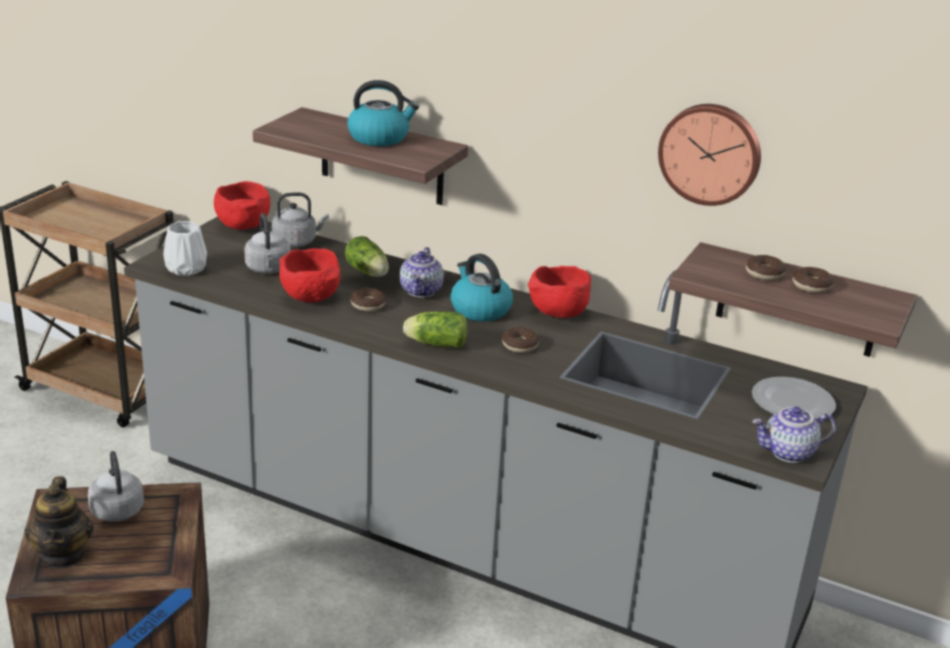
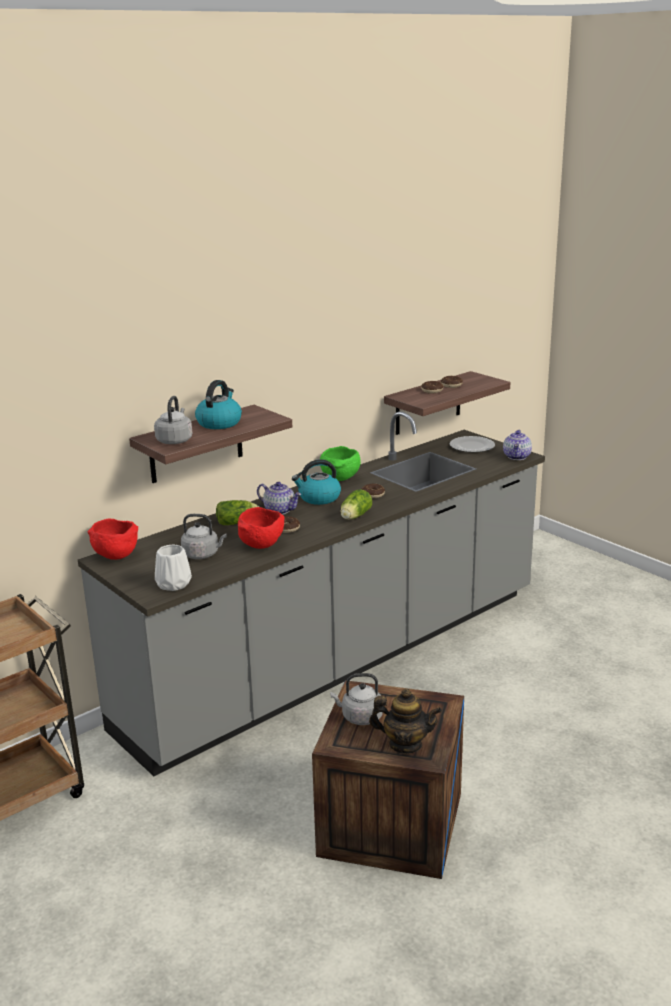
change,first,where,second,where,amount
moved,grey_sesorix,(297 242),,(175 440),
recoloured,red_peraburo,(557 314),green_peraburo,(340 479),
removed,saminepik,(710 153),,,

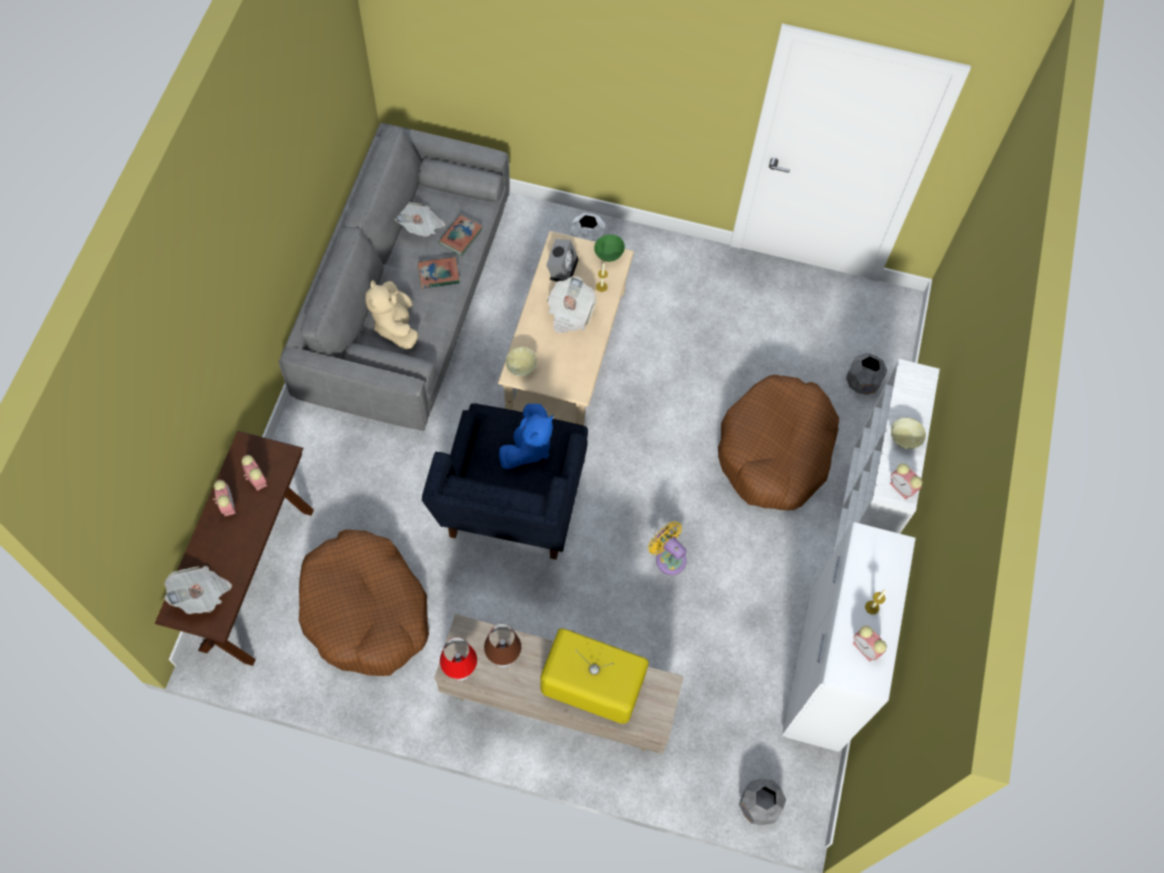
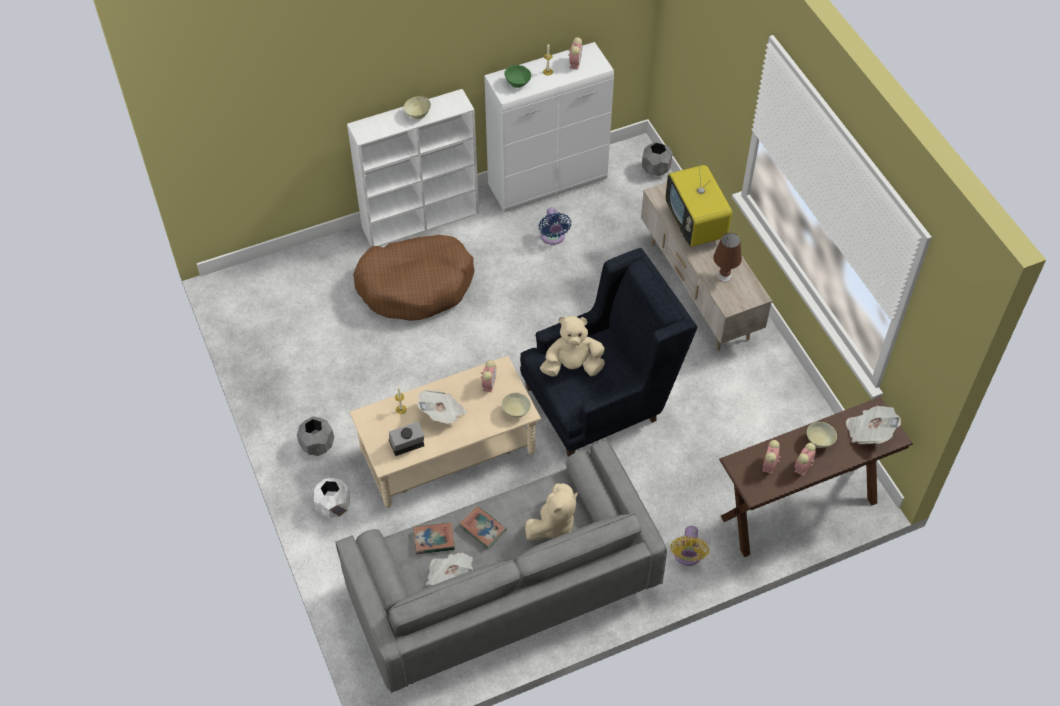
change,first,where,second,where,amount
removed,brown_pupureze,(365 610),,,
removed,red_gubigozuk,(460 671),,,
recoloured,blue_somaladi,(528 447),beige_somaladi,(572 366),
moved,green_peraburo,(608 255),,(518 83),
moved,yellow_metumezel,(668 557),,(687 556),
moved,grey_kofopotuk,(862 383),,(317 445),
moved,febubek,(902 488),,(489 383),
added,,,blue_metumezel,(553 238),
added,,,beige_peraburo,(819 441),

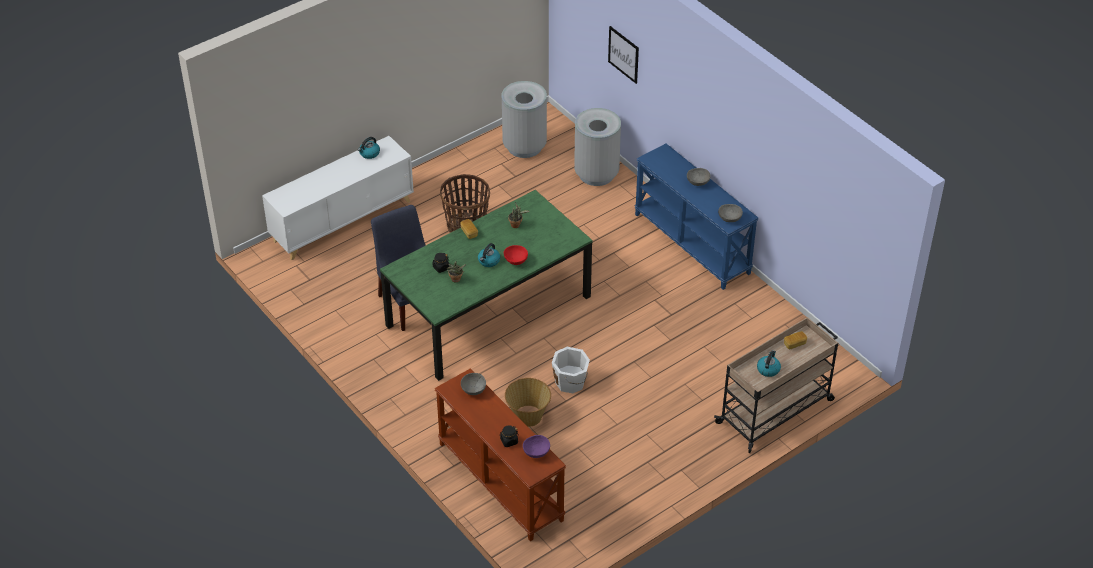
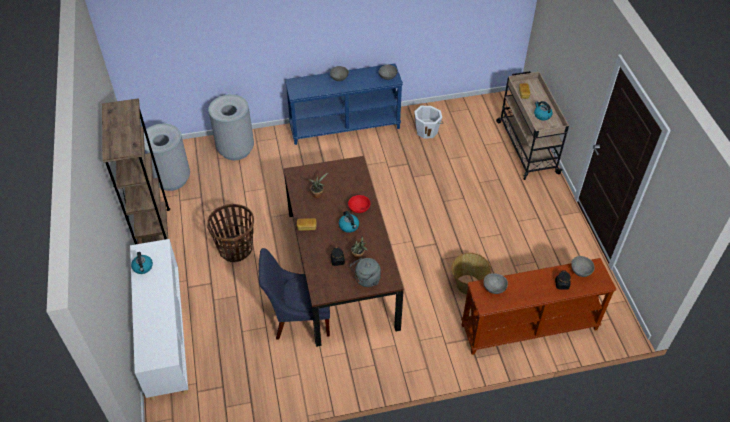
change,first,where,second,where,amount
recoloured,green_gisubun,(489 310),brown_gisubun,(341 268),
recoloured,purple_peraburo,(536 452),grey_peraburo,(580 271),
moved,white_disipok,(570 382),,(427 131),
removed,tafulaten,(623 54),,,
added,,,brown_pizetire,(156 236),
added,,,grey_sesorix,(366 280),

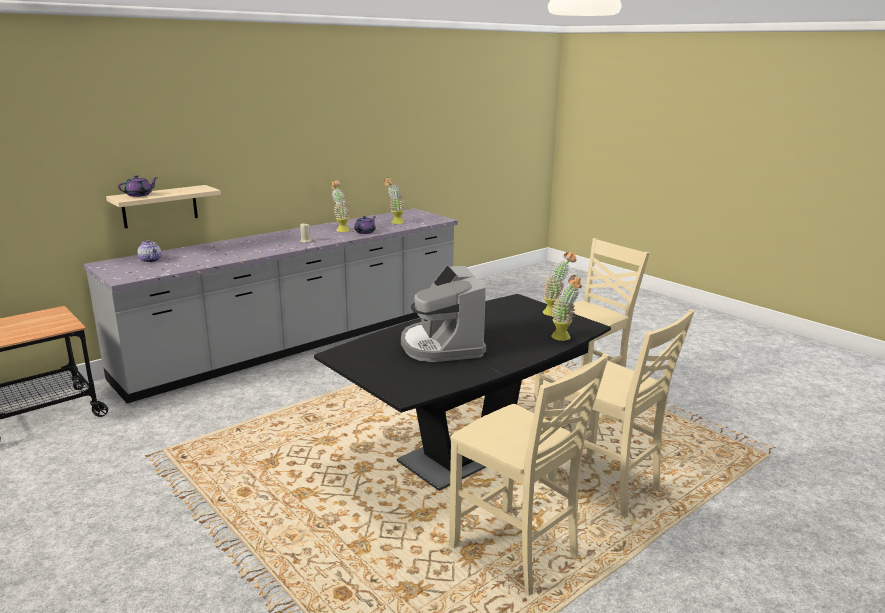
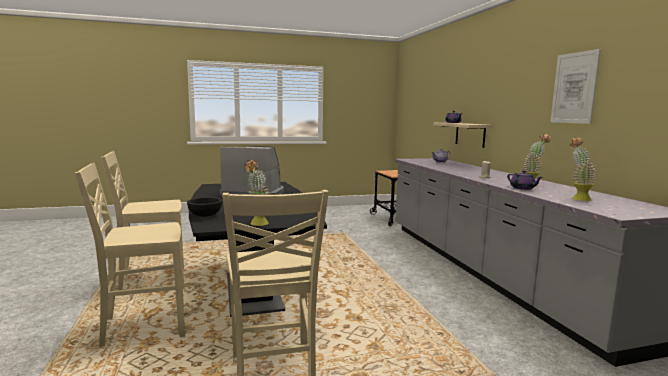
change,first,where,second,where,amount
replaced,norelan,(564 338),black_peraburo,(205 215),
added,,,tafulaten,(574 88),

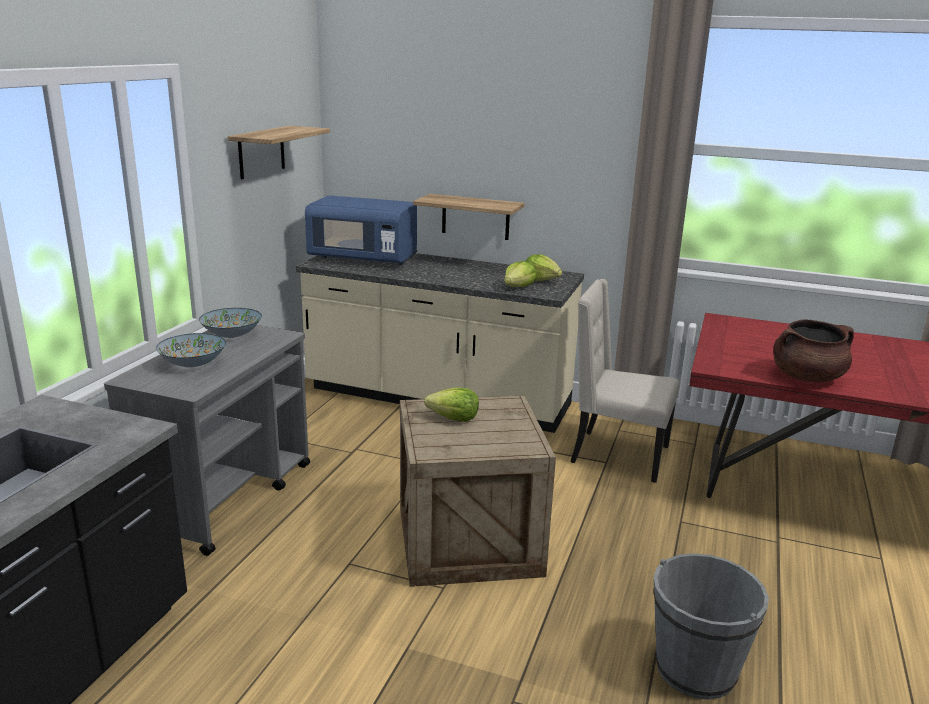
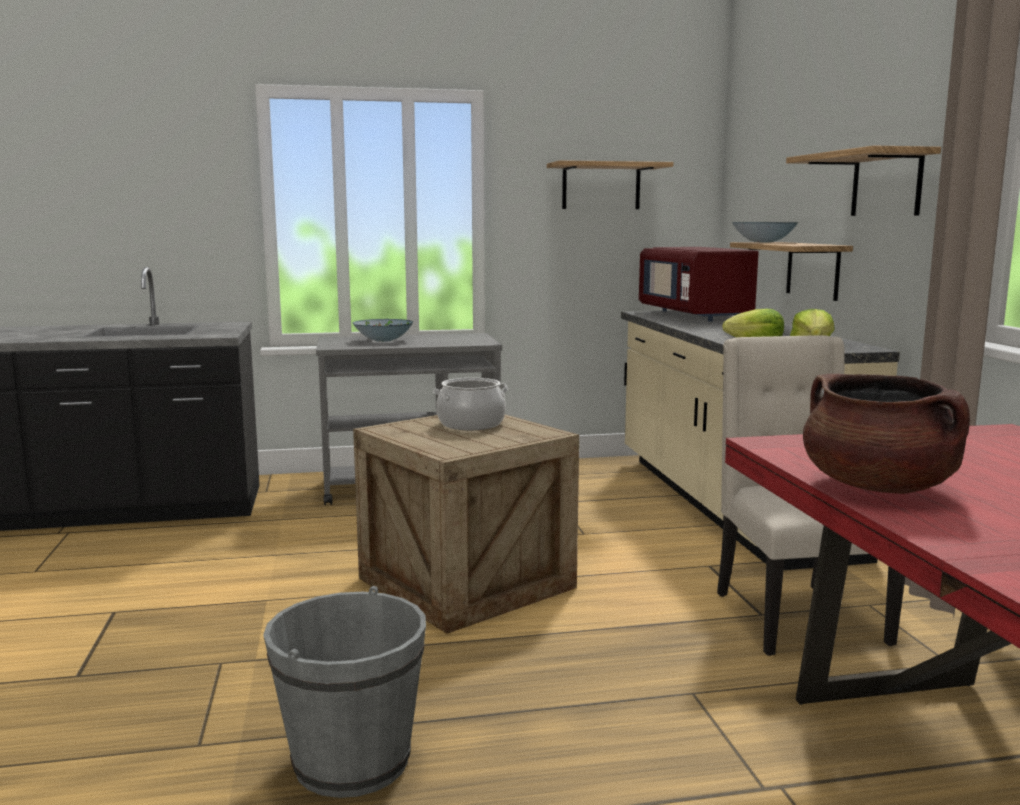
change,first,where,second,where,amount
moved,peraburo,(232 334),,(763 242),
recoloured,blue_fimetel,(363 258),red_fimetel,(695 315),
replaced,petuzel,(454 418),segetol,(471 424),
added,,,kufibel,(886 184),

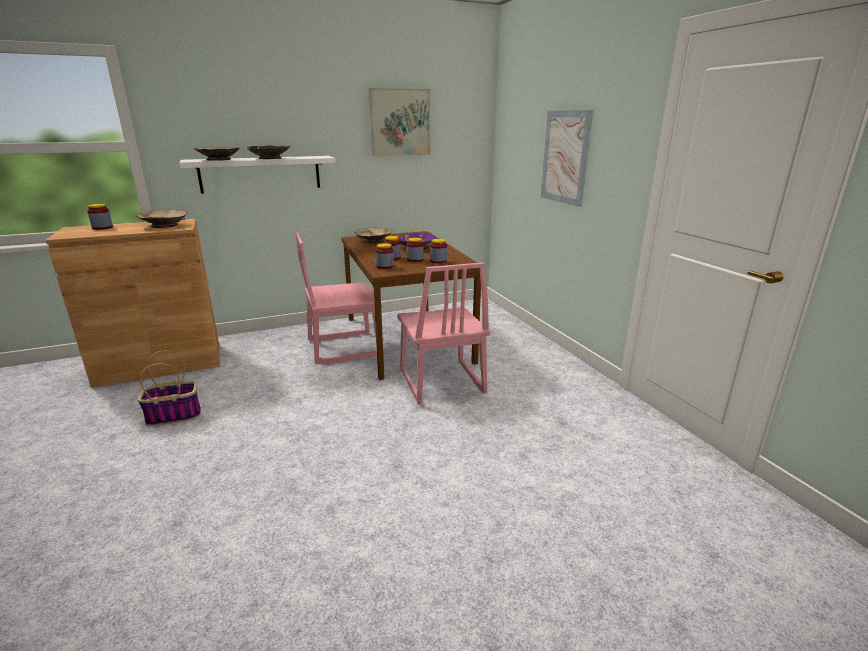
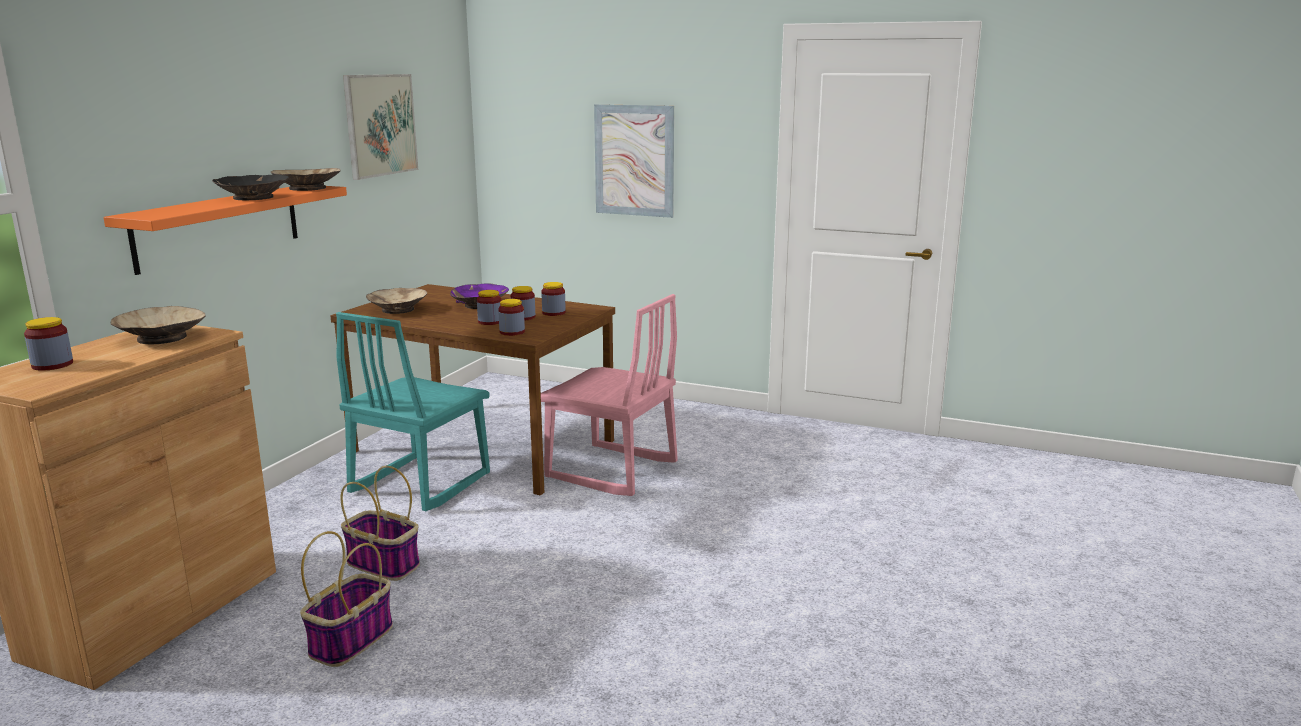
change,first,where,second,where,amount
recoloured,white_kufibel,(260 174),orange_kufibel,(219 226),
moved,beige_peraburo,(219 159),,(308 188),
recoloured,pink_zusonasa,(343 348),turquoise_zusonasa,(419 483),
added,,,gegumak,(384 564),

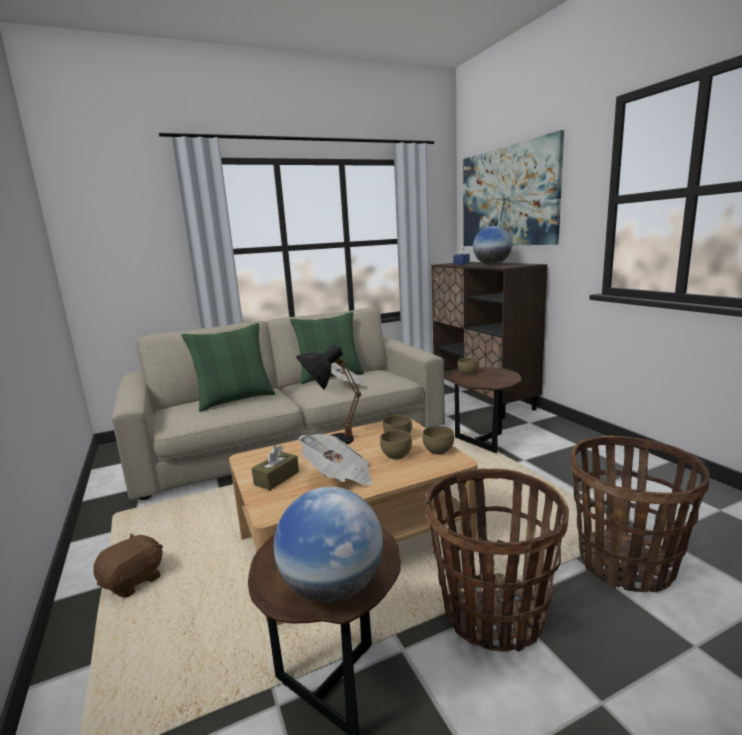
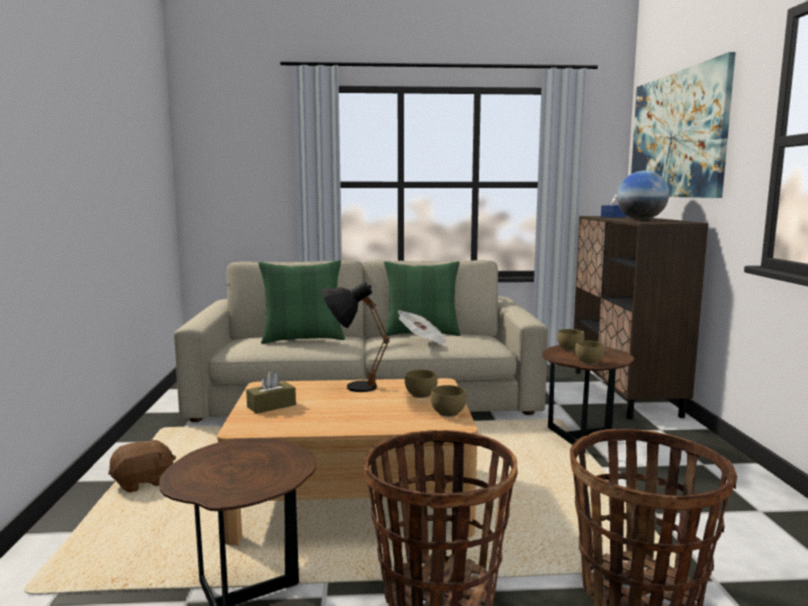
change,first,where,second,where,amount
removed,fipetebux,(333 587),,,
removed,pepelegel,(339 477),,,
moved,brown_peraburo,(396 456),,(589 362),

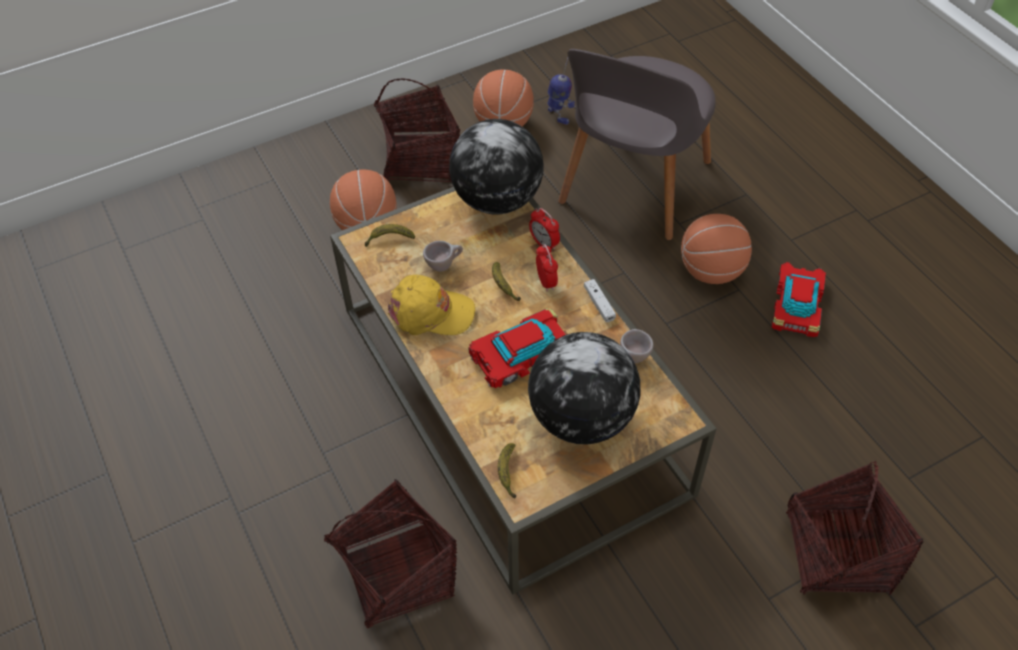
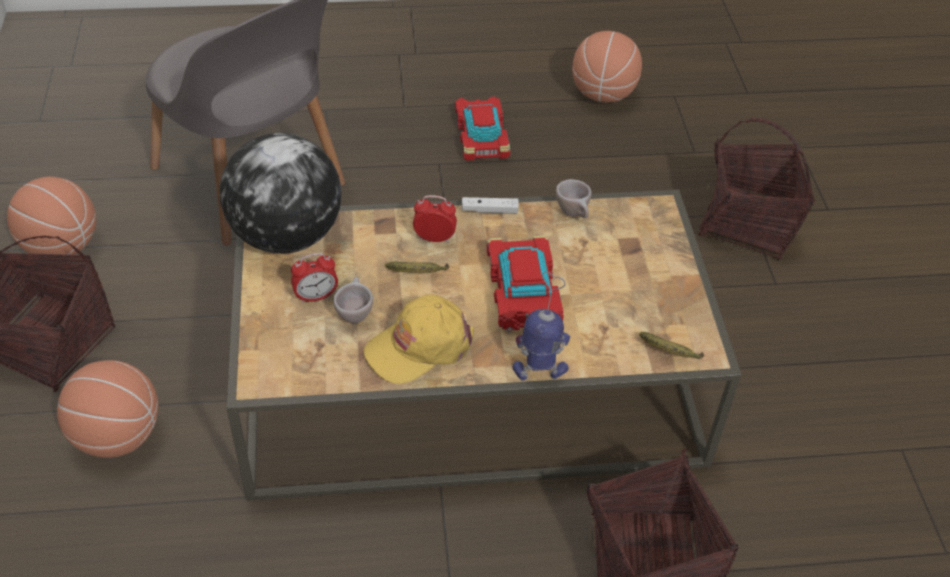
change,first,where,second,where,amount
removed,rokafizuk,(389 239),,,
turned,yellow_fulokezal,(431 312),,(419 347),150 degrees counterclockwise
removed,fipetebux,(580 418),,,
moved,febubek,(544 244),,(316 296),
moved,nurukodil,(559 115),,(540 370),
moved,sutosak,(711 271),,(603 94),
turned,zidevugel,(797 305),,(482 135),45 degrees clockwise

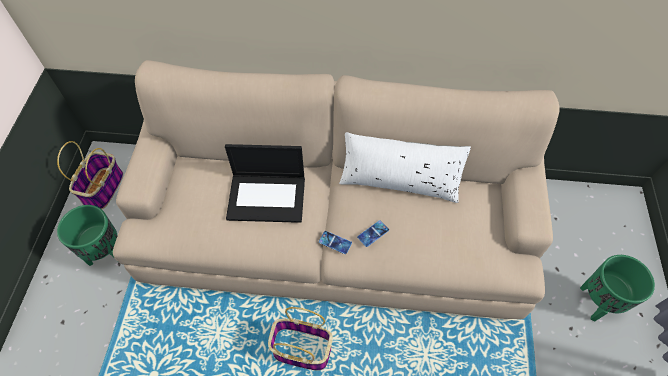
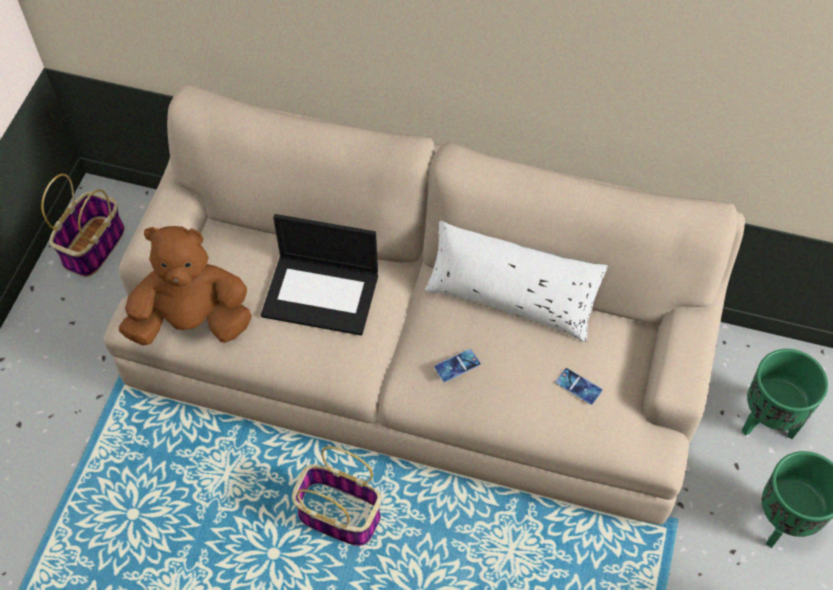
change,first,where,second,where,amount
moved,green_kofopotuk,(107 254),,(767 422),
moved,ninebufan,(335 242),,(578 386),
added,,,brown_somaladi,(192 322),

